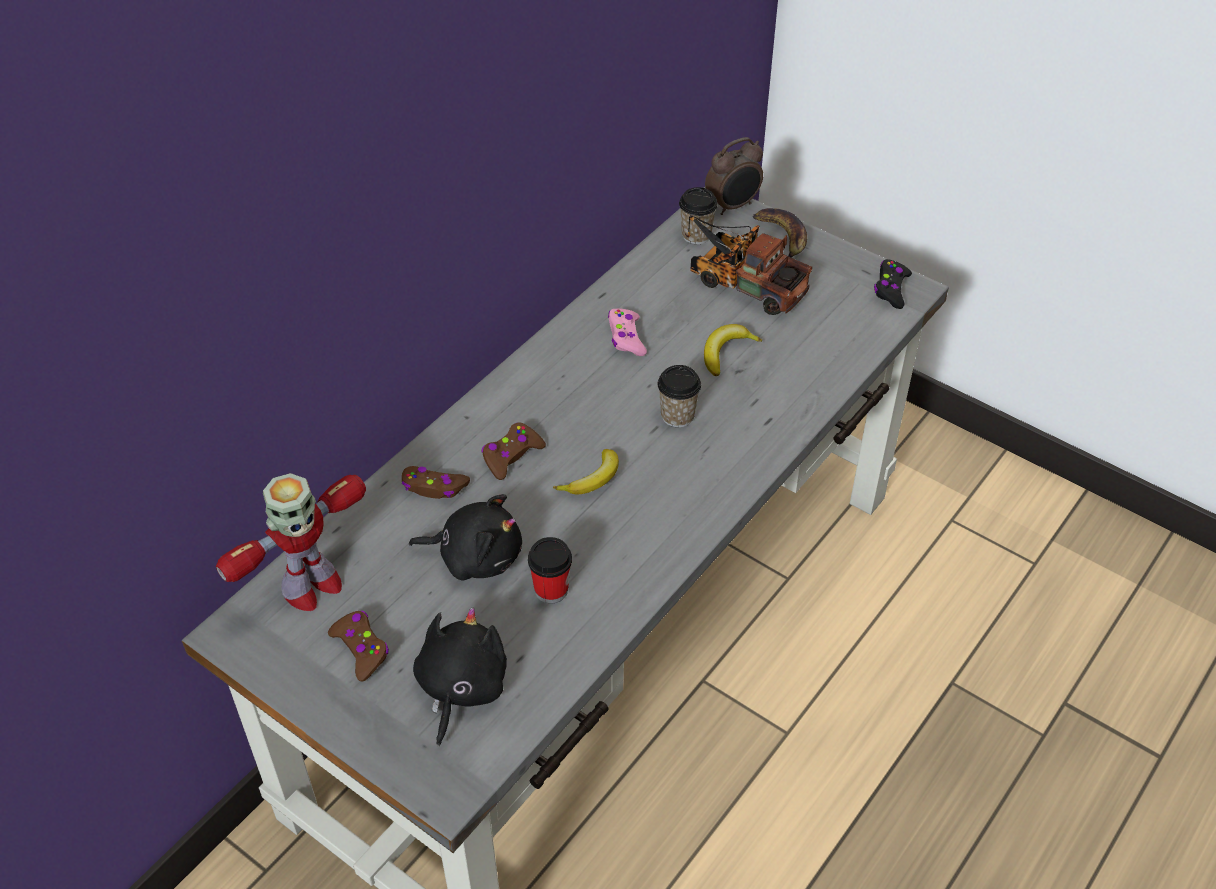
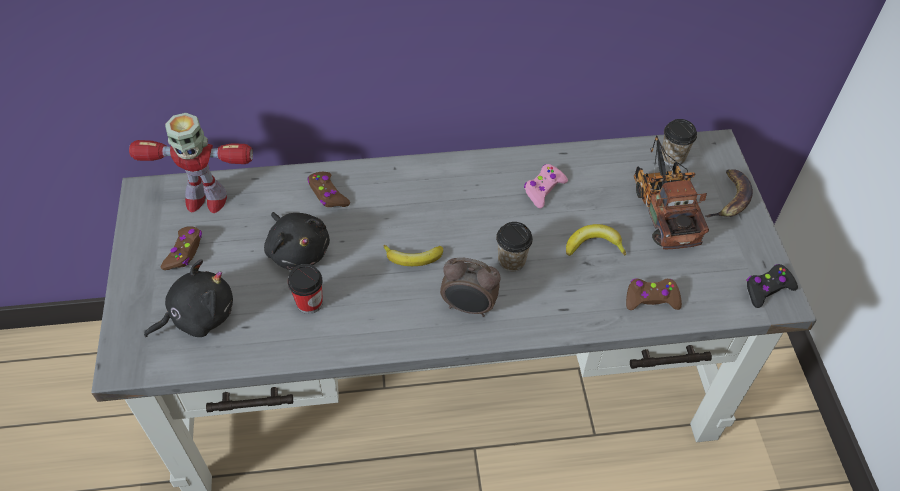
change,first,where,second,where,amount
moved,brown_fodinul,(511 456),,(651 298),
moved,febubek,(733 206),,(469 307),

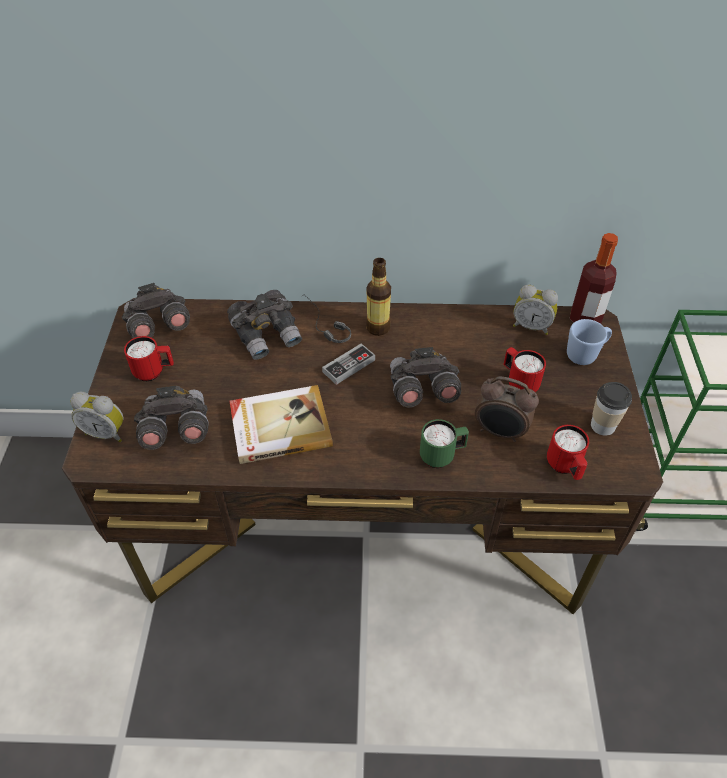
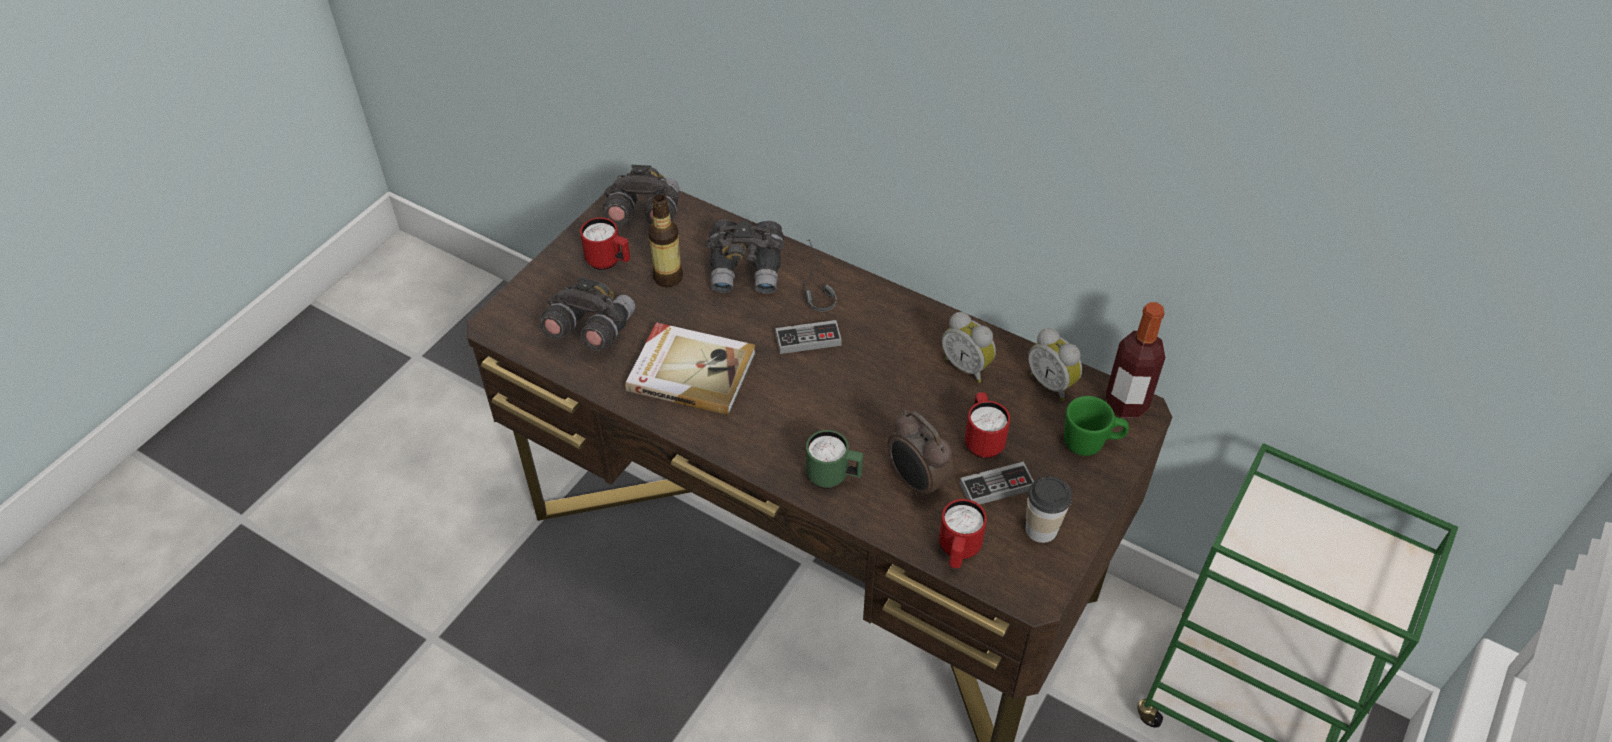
change,first,where,second,where,amount
moved,febubek,(106 432),,(967 366),
moved,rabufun,(378 328),,(668 277),
removed,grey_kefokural,(421 391),,,
recoloured,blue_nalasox,(585 354),green_nalasox,(1091 443),
added,,,fodinul,(996 487),

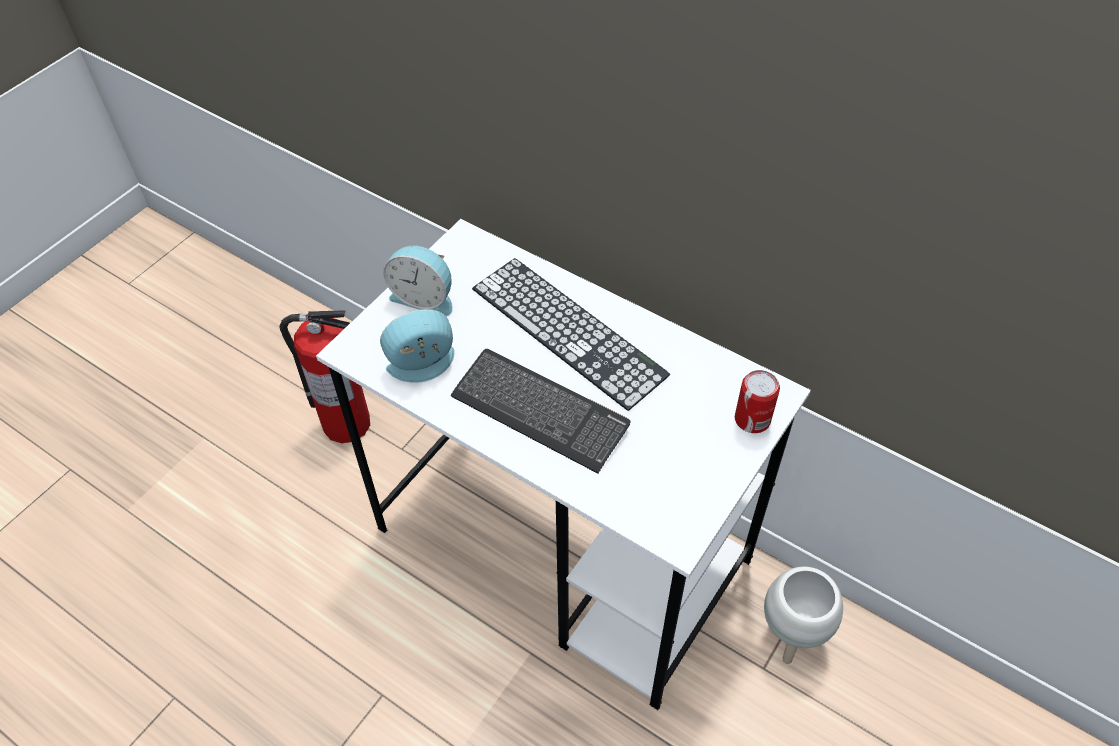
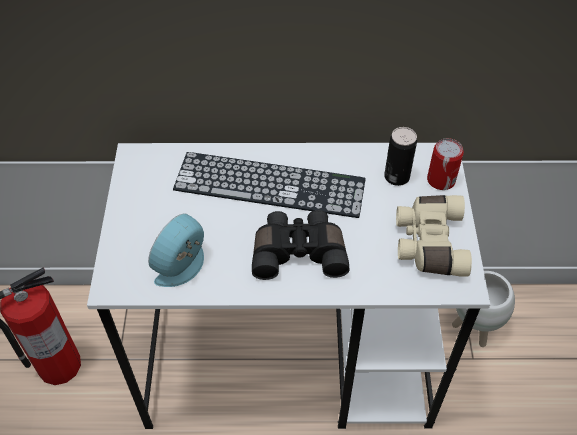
change,first,where,second,where,amount
removed,febubek,(424 297),,,
replaced,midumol,(539 412),black_kefokural,(299 252),
added,,,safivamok,(396 177),
added,,,beige_kefokural,(428 243),

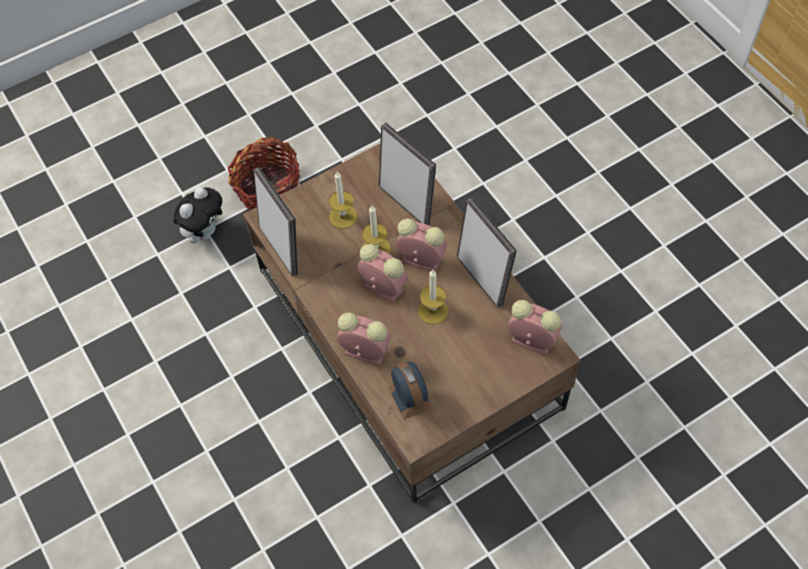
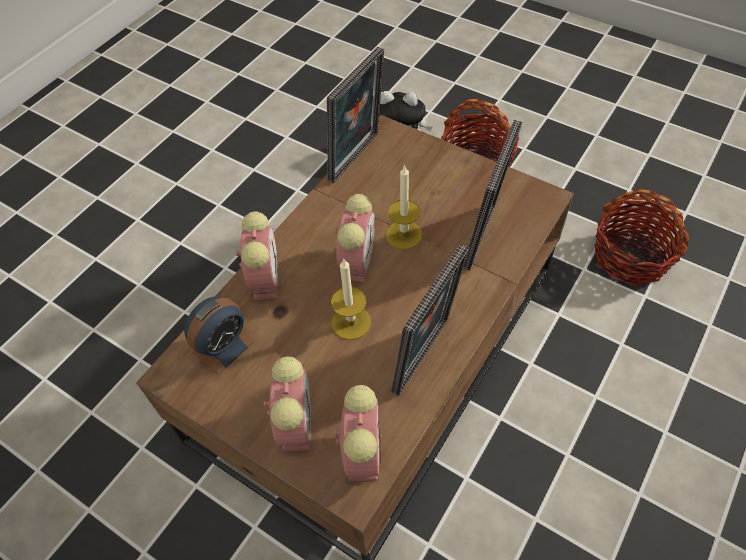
change,first,where,second,where,amount
removed,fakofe,(343 216),,,
moved,febubek,(419 259),,(295 422),
added,,,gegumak,(631 256),

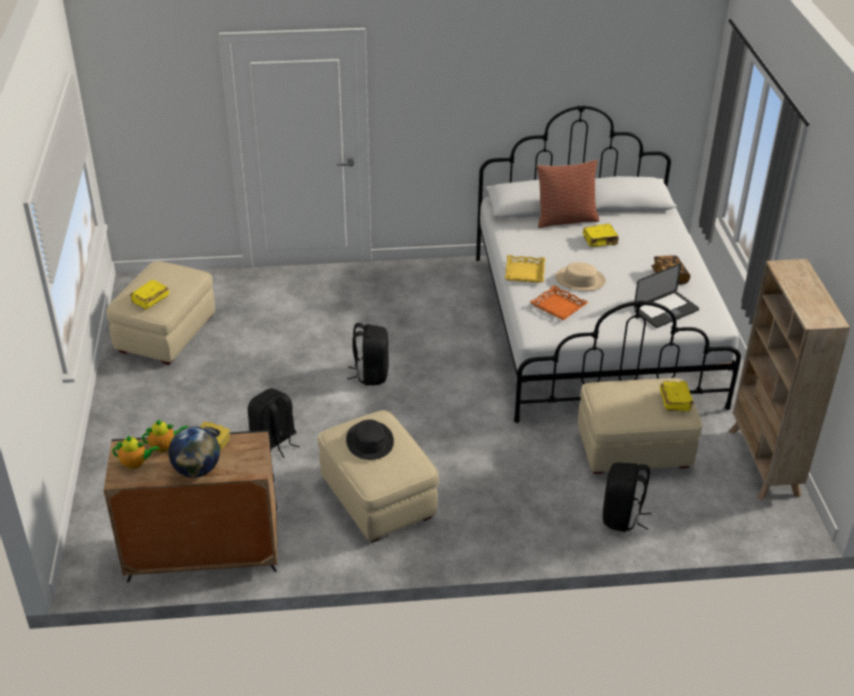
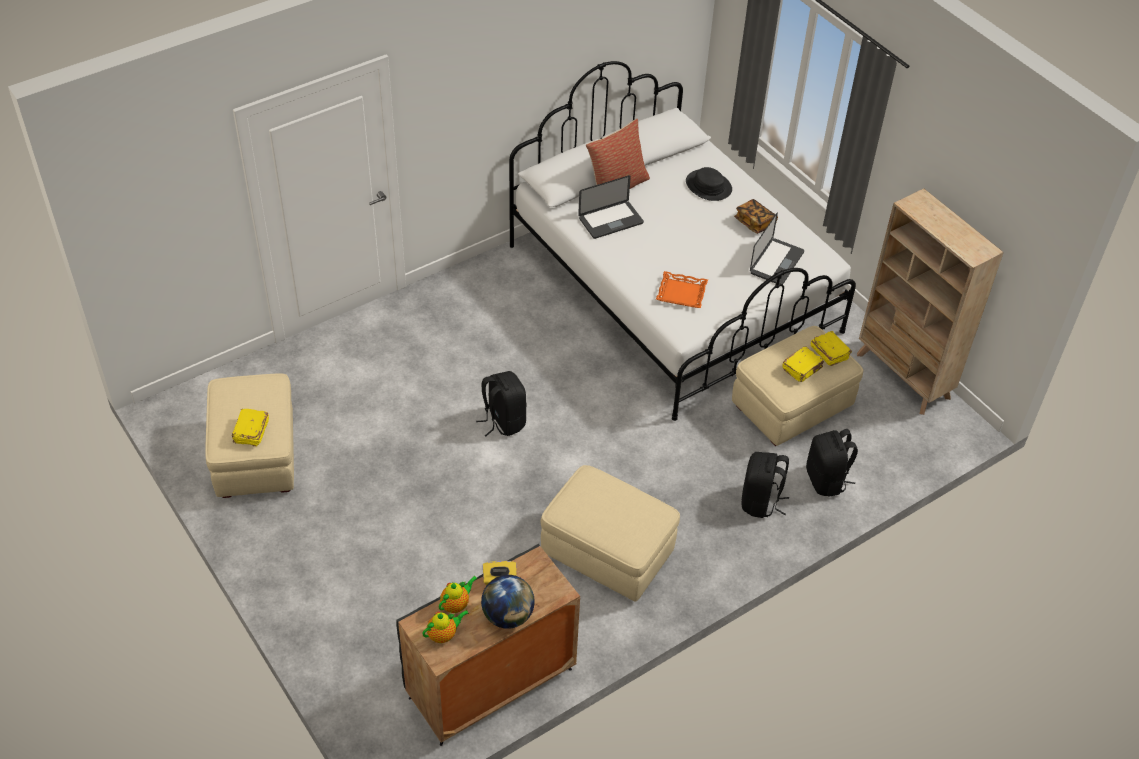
change,first,where,second,where,amount
moved,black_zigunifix,(274 442),,(760 502),
moved,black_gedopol,(369 441),,(708 186),
removed,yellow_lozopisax,(525 272),,,
removed,beige_gedopol,(580 280),,,
moved,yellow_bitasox,(600 241),,(802 369),
added,,,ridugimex,(610 221),

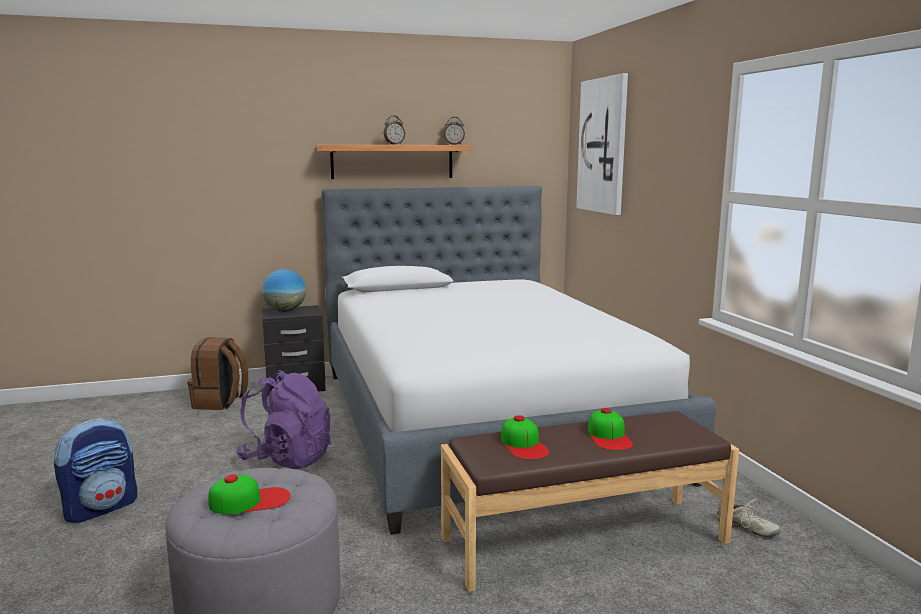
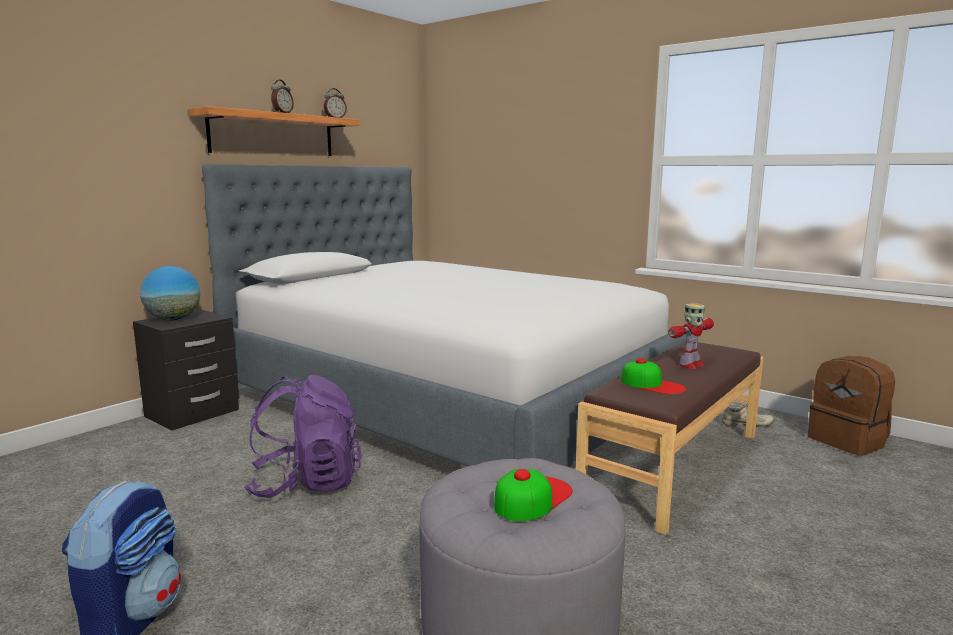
change,first,where,second,where,amount
moved,brown_zigunifix,(220 402),,(848 441),
removed,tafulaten,(603 146),,,
replaced,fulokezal,(609 436),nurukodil,(690 365),

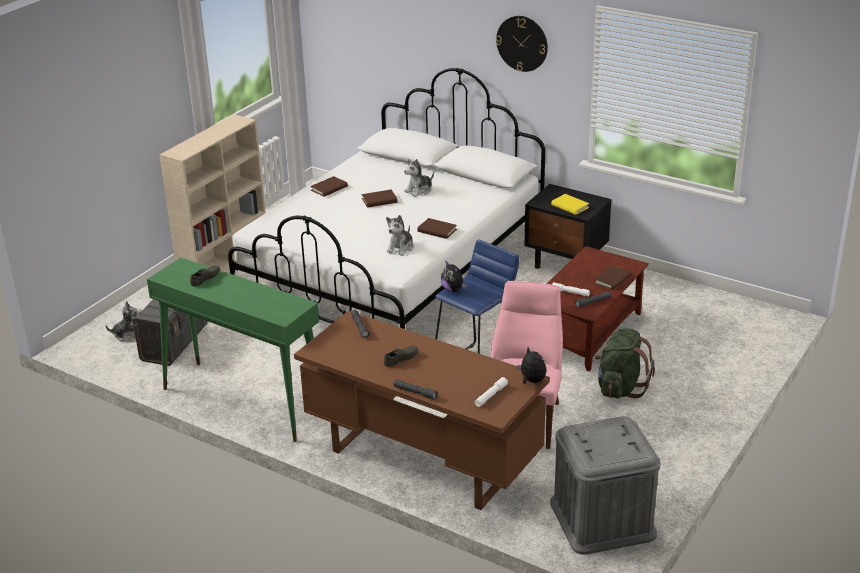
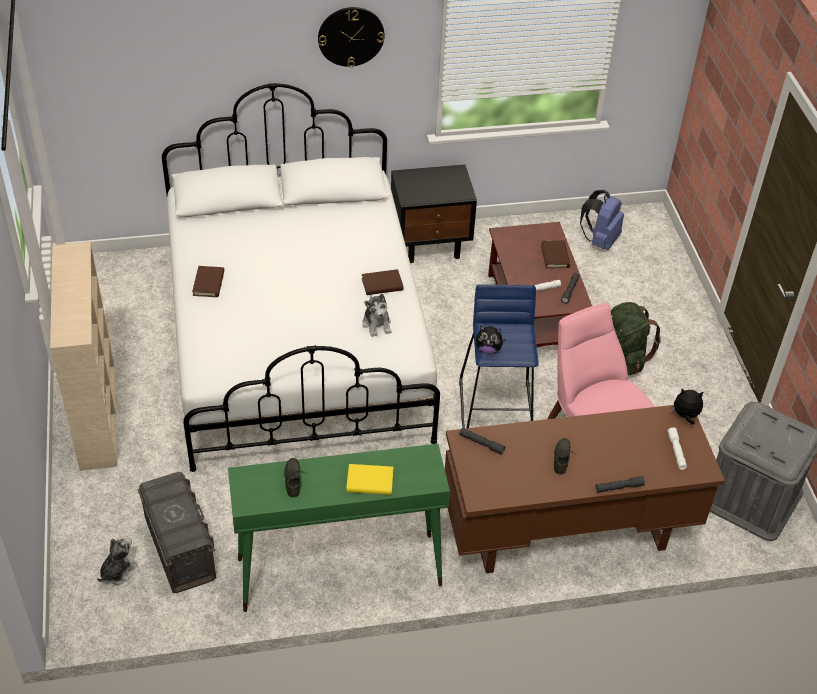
change,first,where,second,where,amount
removed,brown_bitasox,(379 201),,,
removed,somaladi,(419 190),,,
moved,yellow_bitasox,(570 206),,(370 482),
added,,,blue_zigunifix,(600 240),

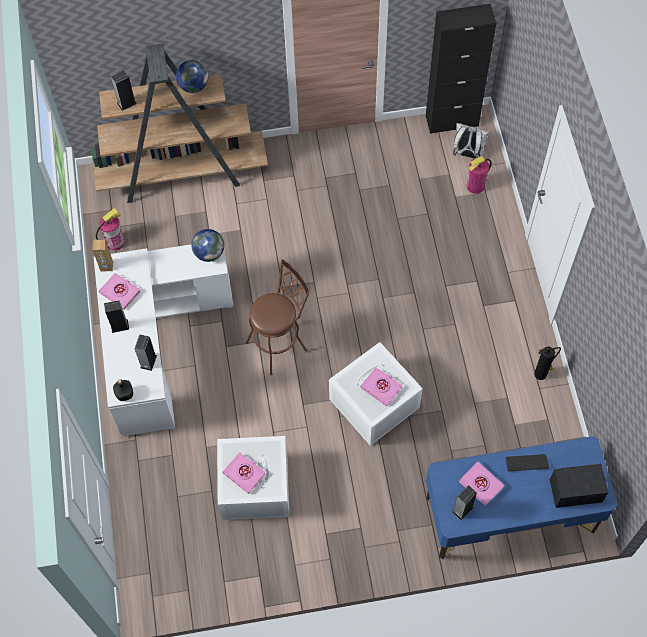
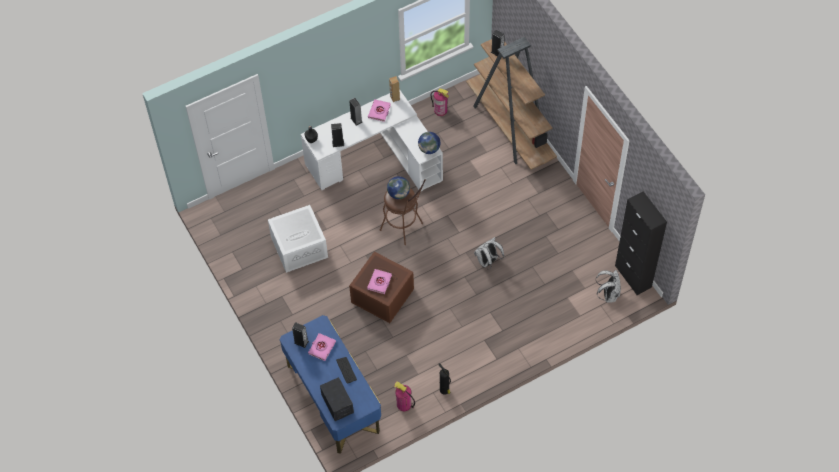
change,first,where,second,where,amount
moved,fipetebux,(193 86),,(398 194),
removed,pink_bitasox,(244 473),,,
recoloured,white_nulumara,(374 404),brown_nulumara,(381 296),
moved,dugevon,(475 186),,(404 404),
added,,,white_zigunifix,(488 262),

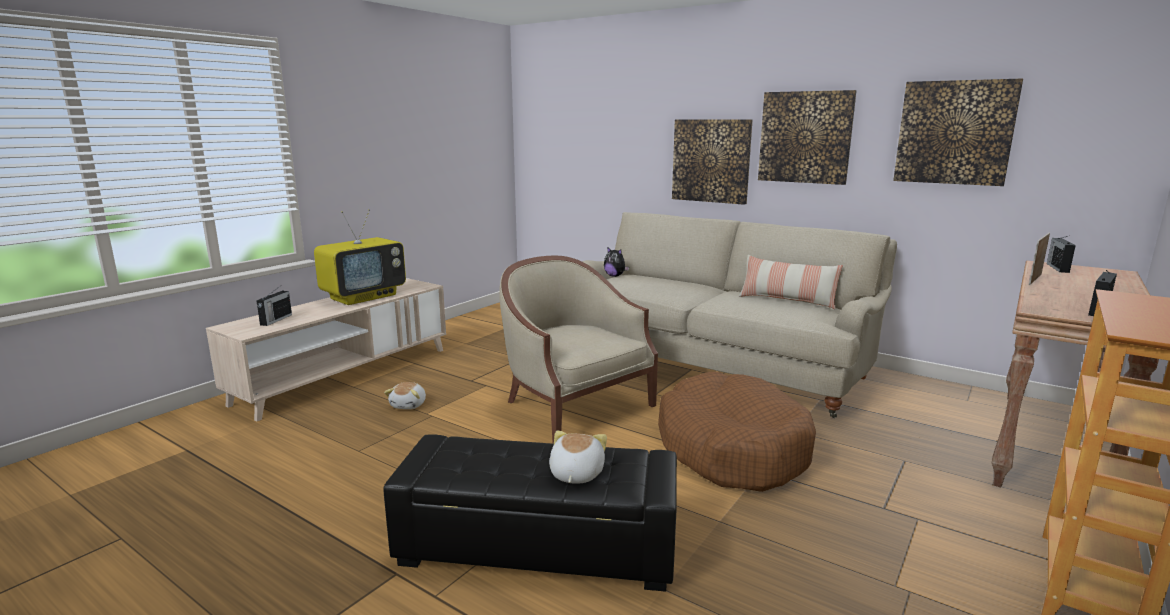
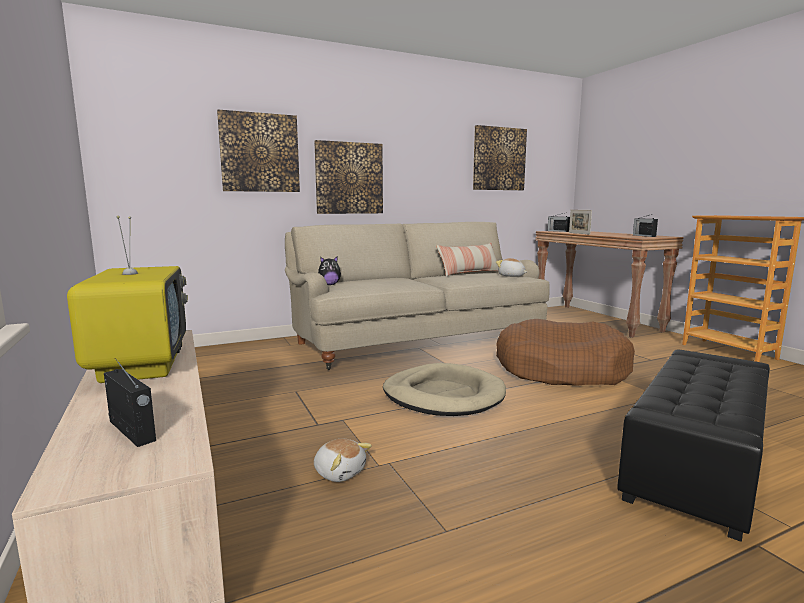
change,first,where,second,where,amount
replaced,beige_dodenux,(574 406),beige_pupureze,(443 395),
moved,somaladi,(575 474),,(511 276),
moved,tafulaten,(805 137),,(259 153),

